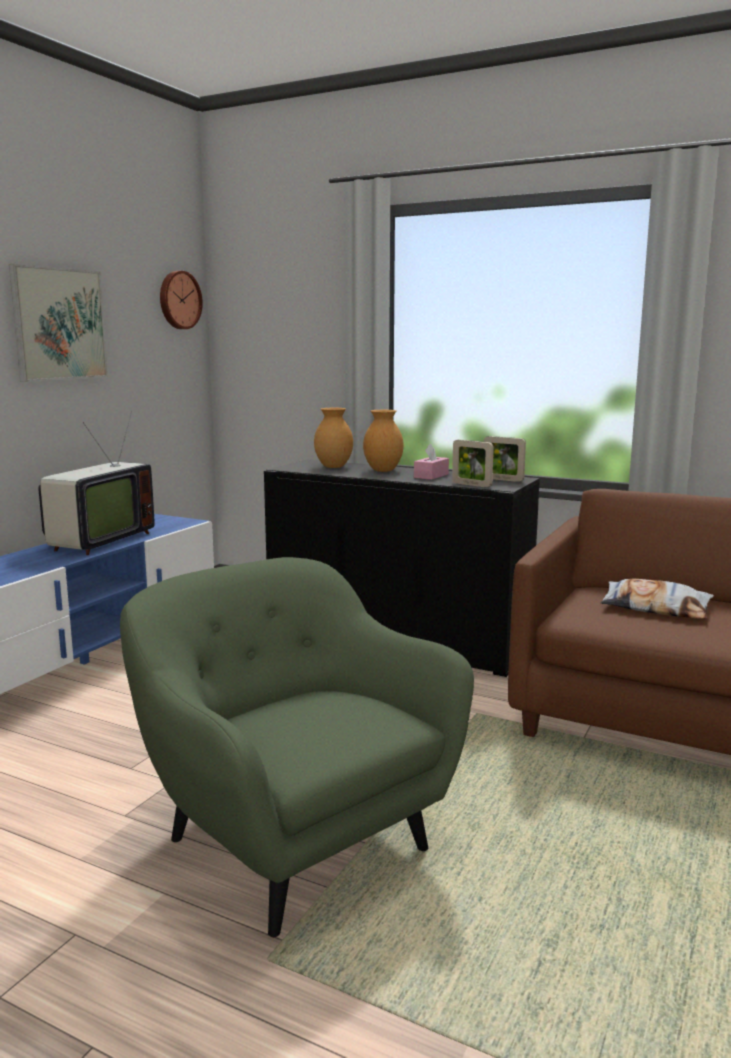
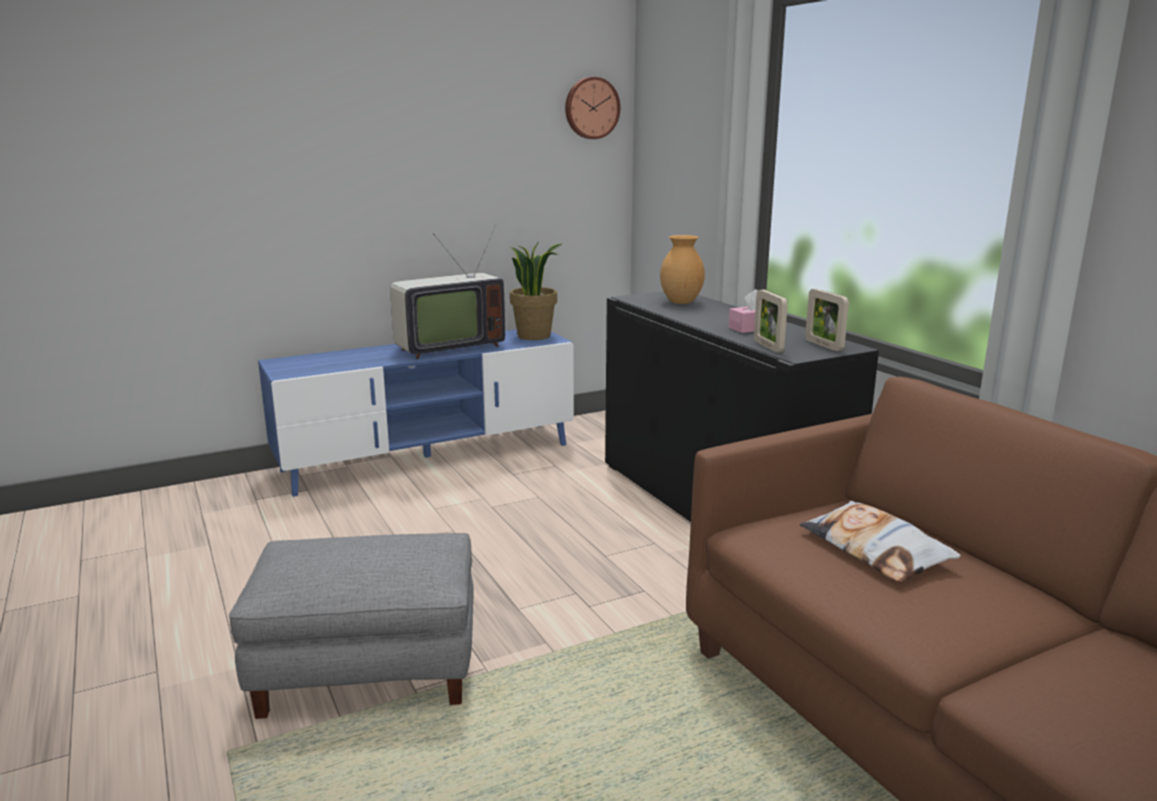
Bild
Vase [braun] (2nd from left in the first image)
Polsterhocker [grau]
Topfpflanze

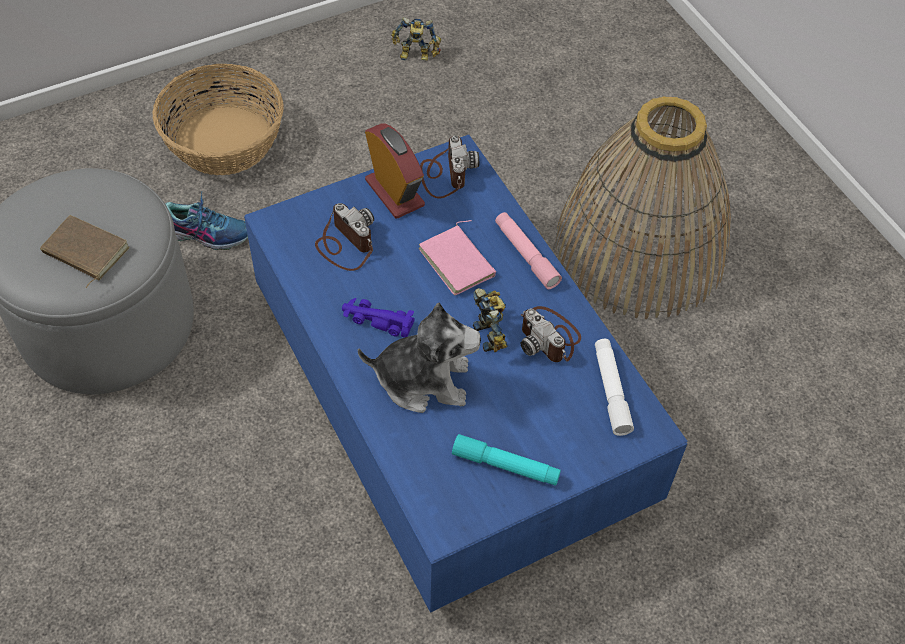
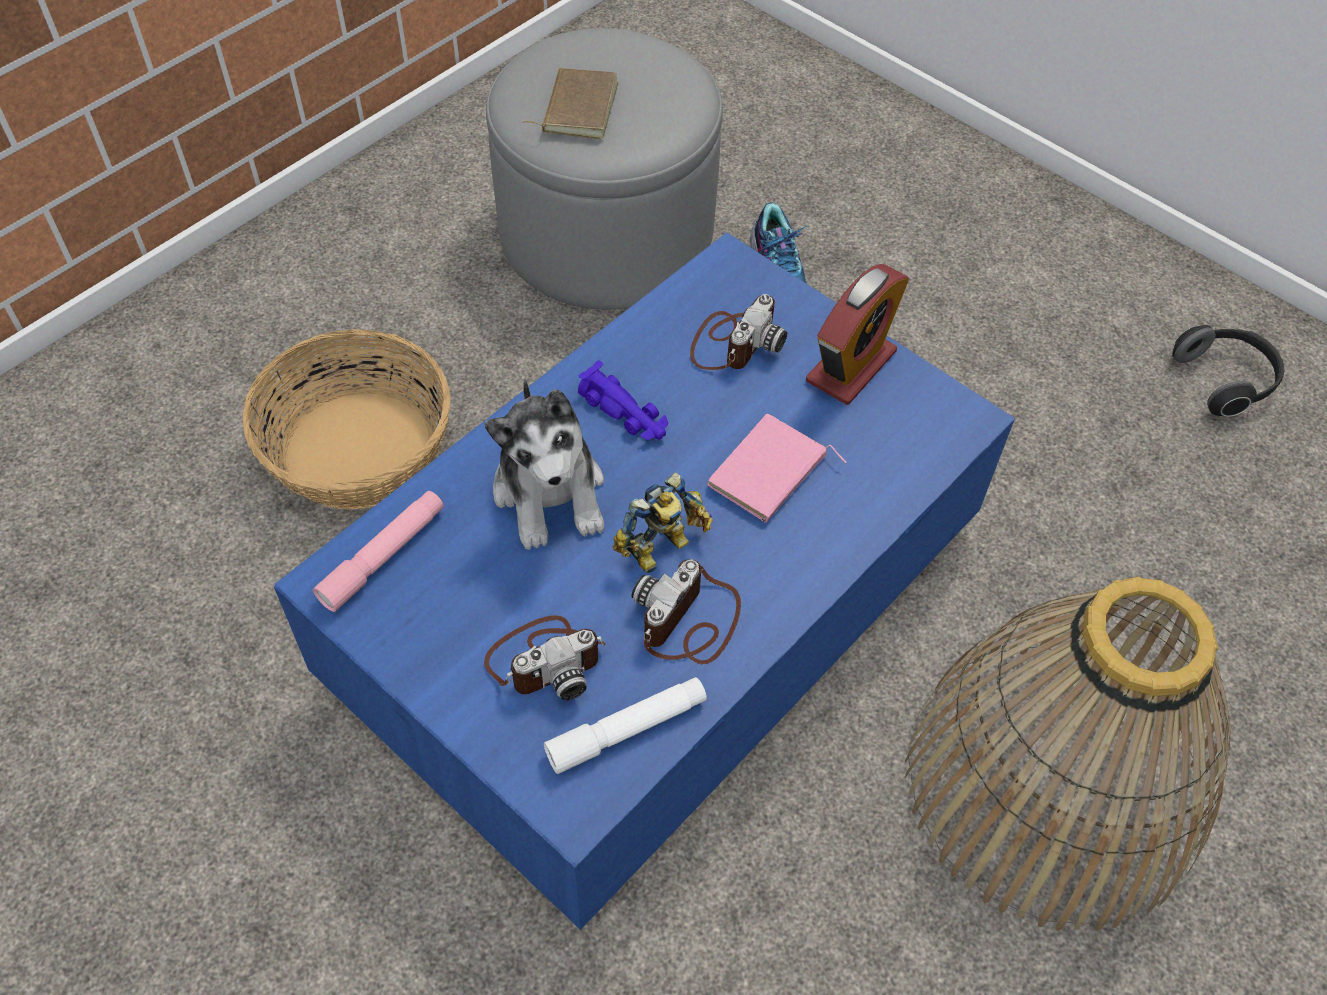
Kopfhörer
Korb (1st from left)
Kamera (1st from left)
Taschenlampe [rosa]
Spielzeugauto [lila]
Taschenlampe [türkis]

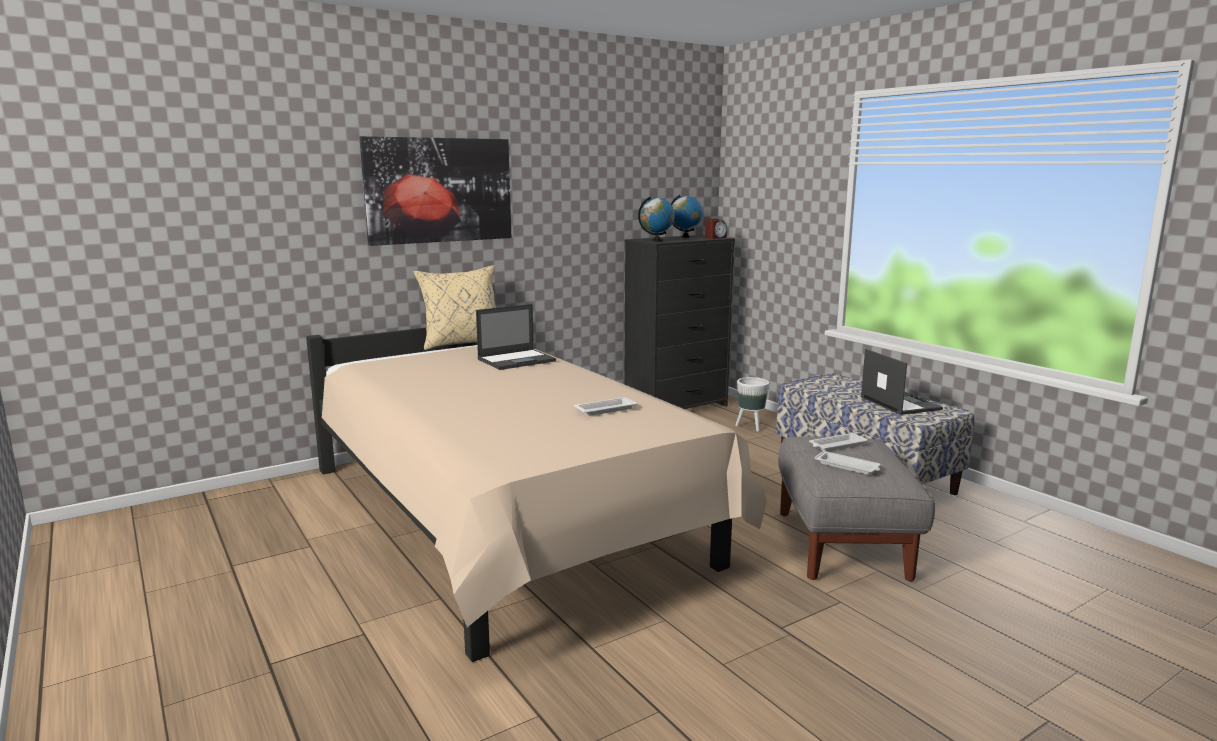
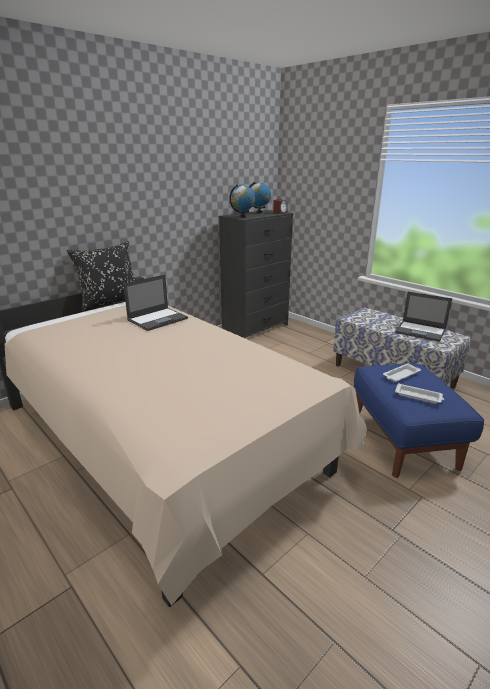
Bild
Kissen [schwarz]
Laptop (2nd from left)
Pflanzkübel [weiß]
Tablett [weiß] (1st from left in the first image)
Polsterhocker [blau]

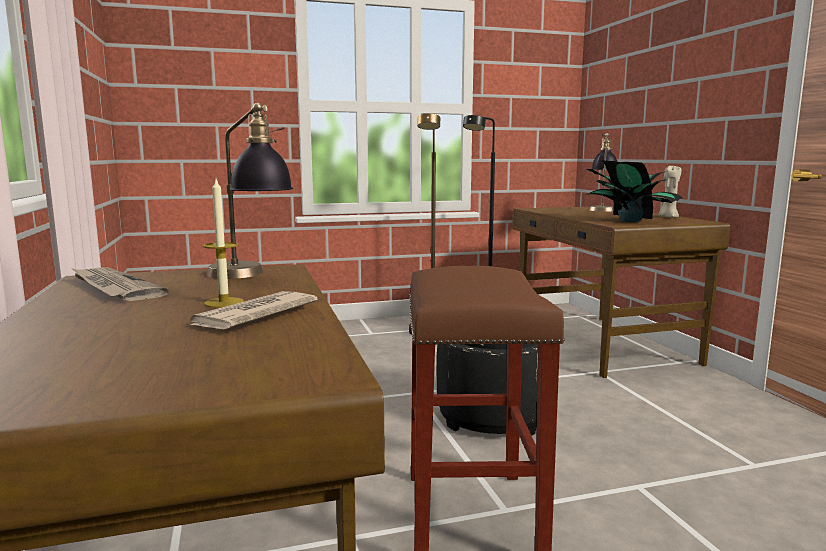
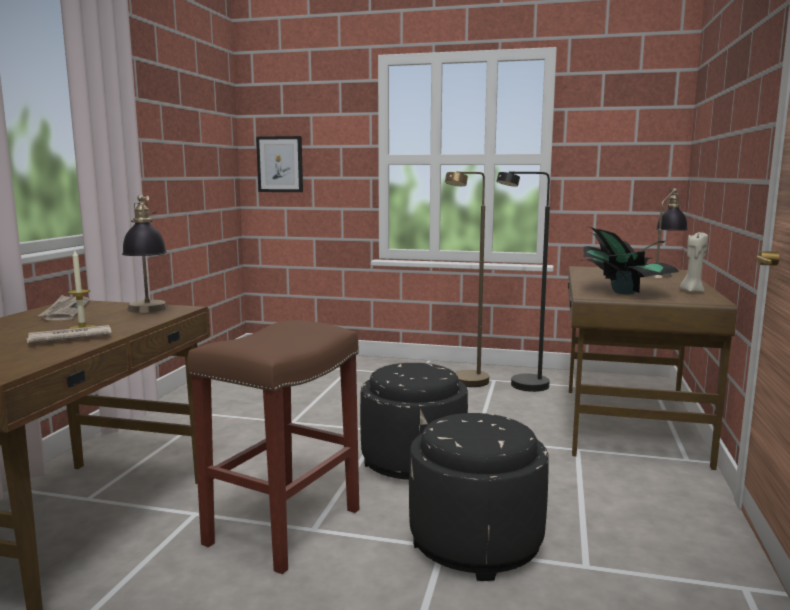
Bild
Polsterhocker [schwarz] (2nd from left)

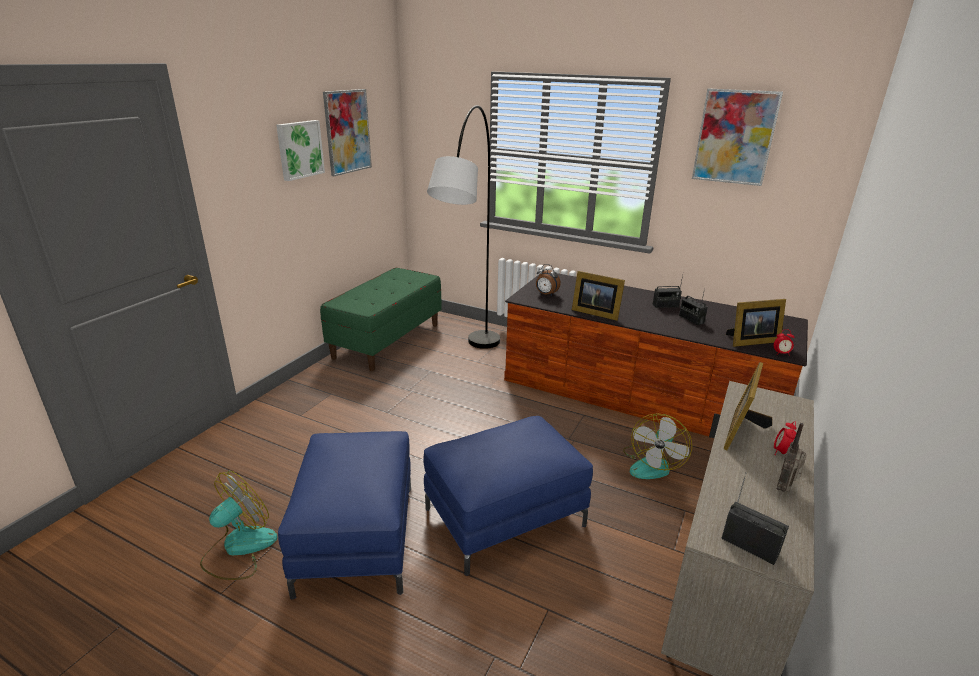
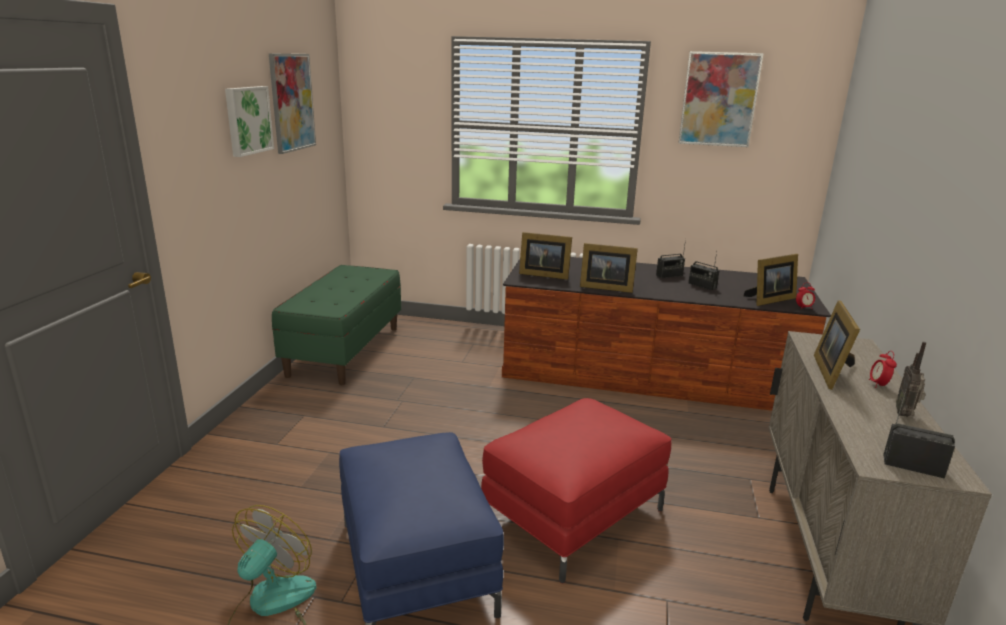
Stehlampe [grau]
Bilderrahmen (1st from left)
Ventilator (2nd from left in the first image)
Polsterhocker [rot]

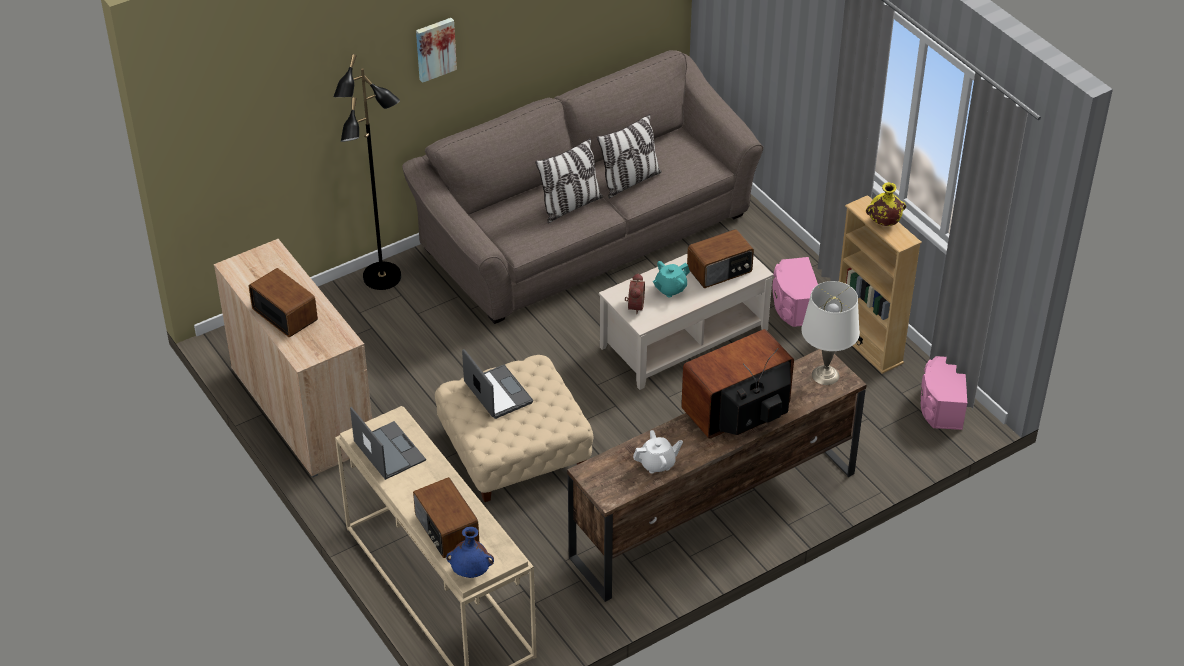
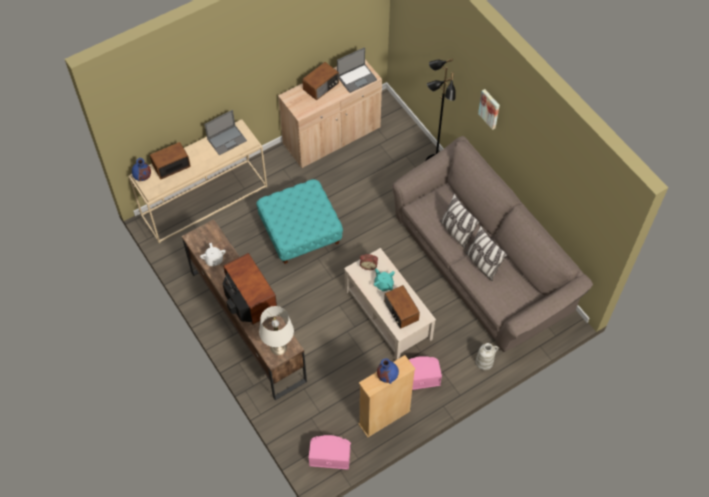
Vase [blau] (2nd from left)
Laptop (2nd from left)
Polsterhocker [türkis]
Vase [weiß]

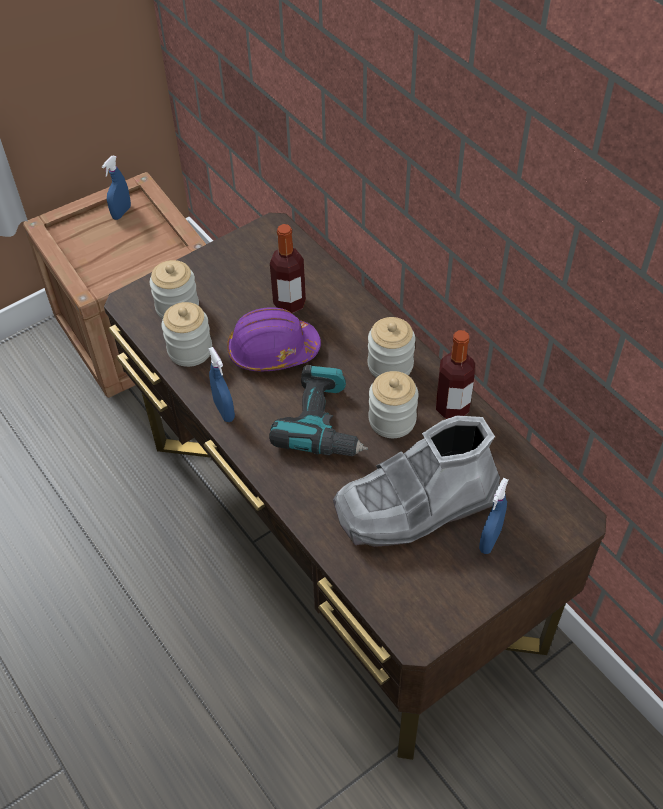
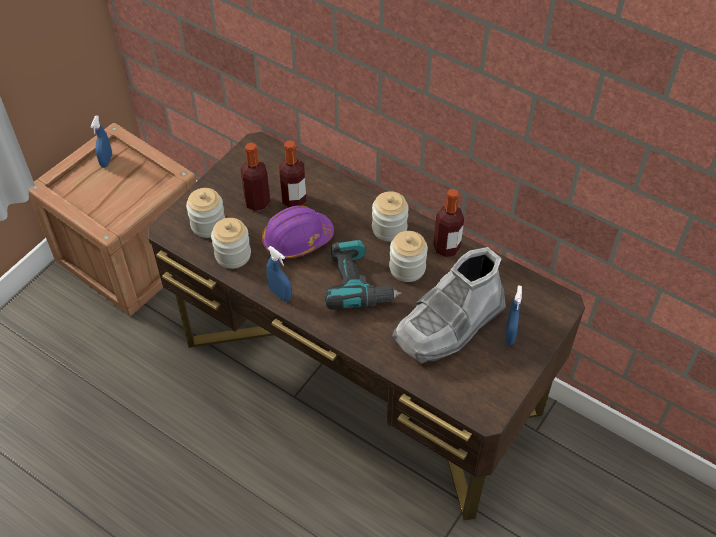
Flasche (1st from left)

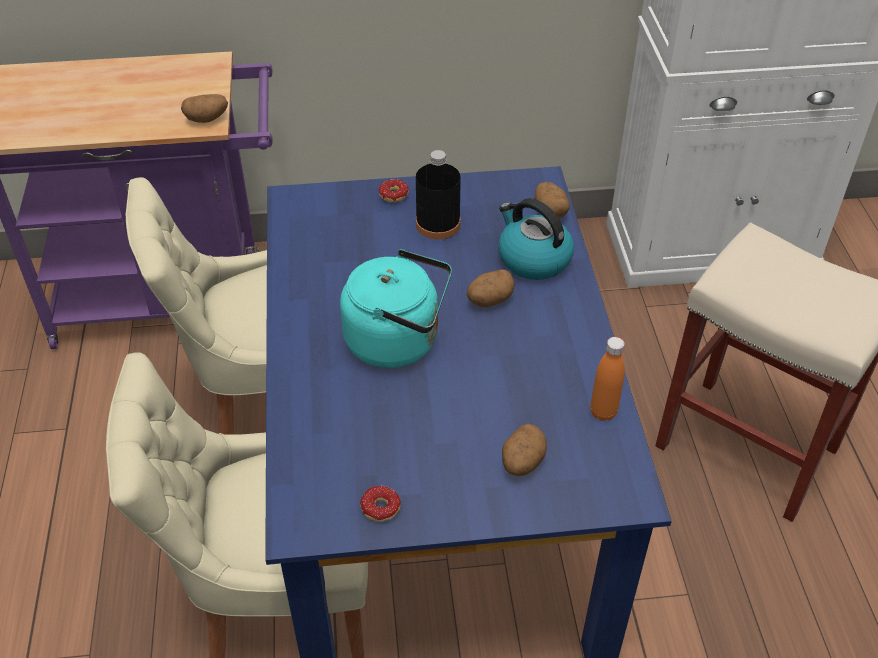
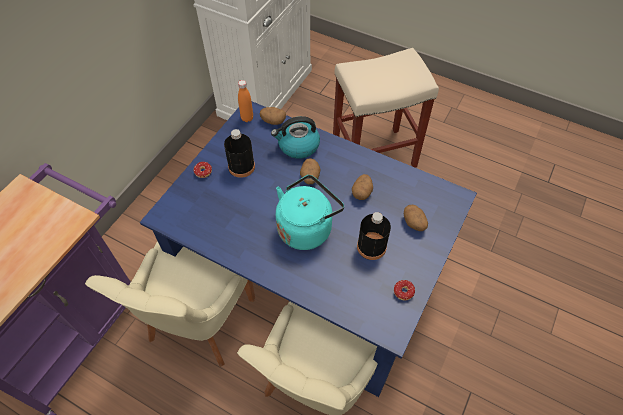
Kartoffel (3rd from left)
Flasche [orange]
Flasche [schwarz] (2nd from left)

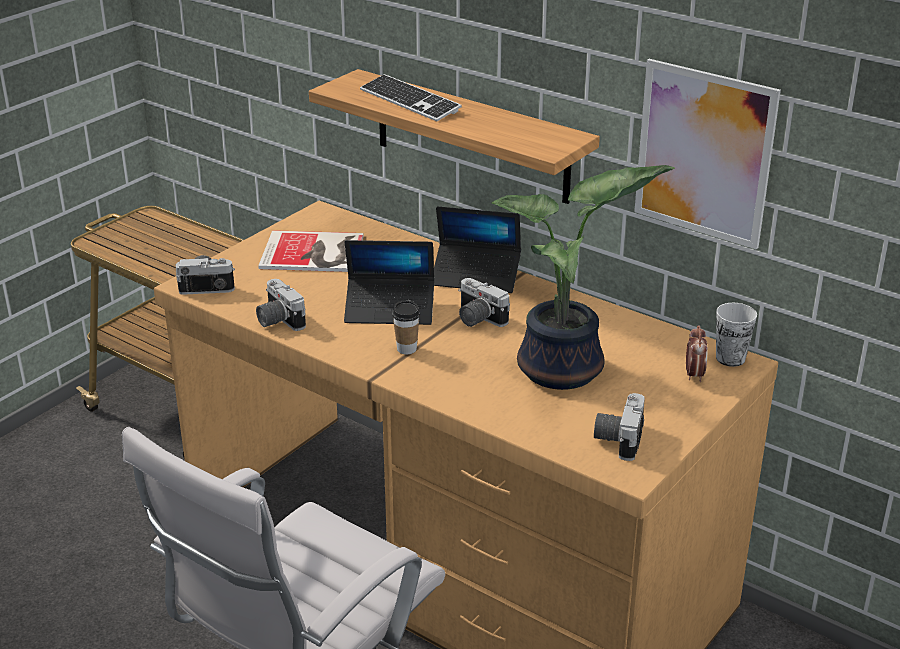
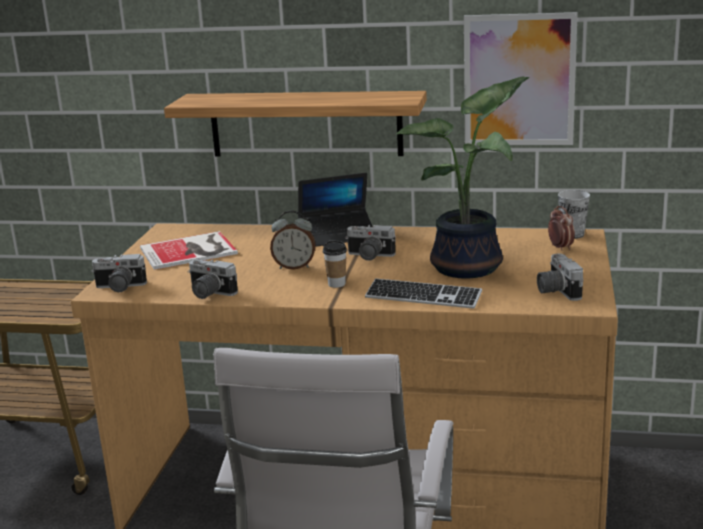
Tastatur
Wecker (1st from left)
Kamera (1st from left)

